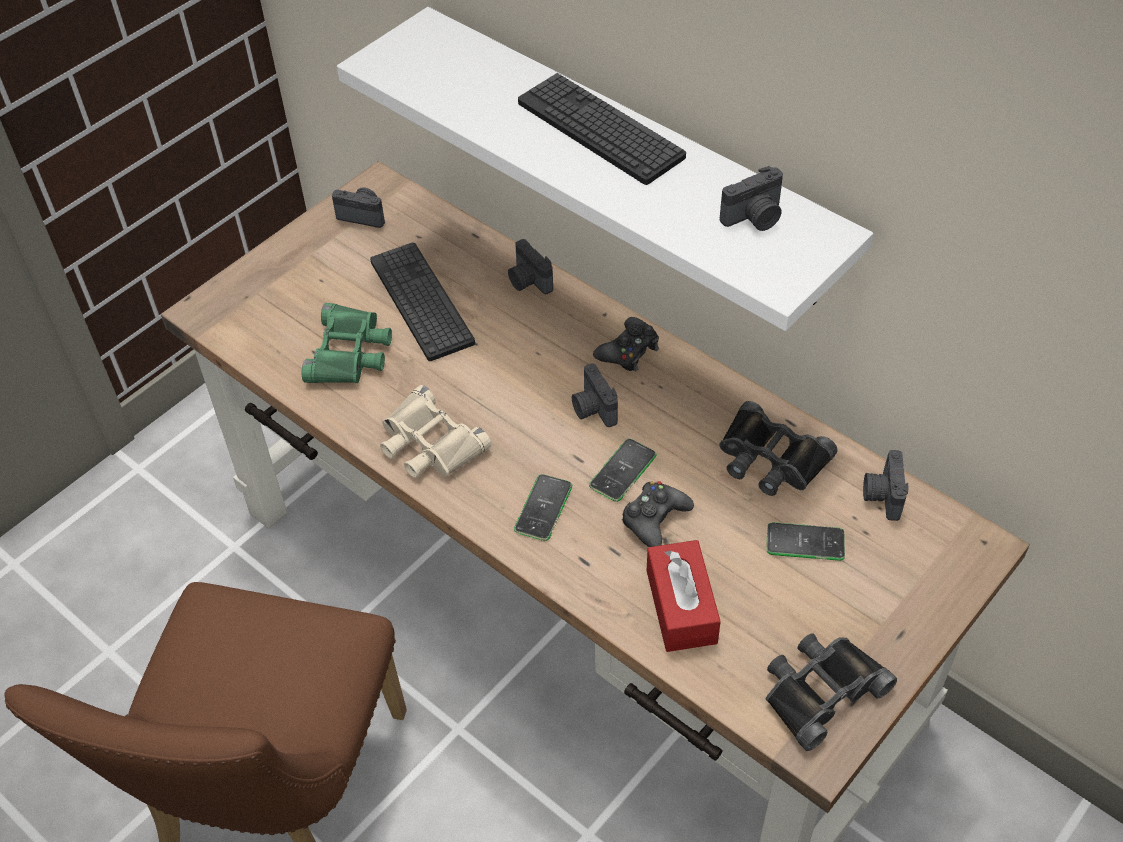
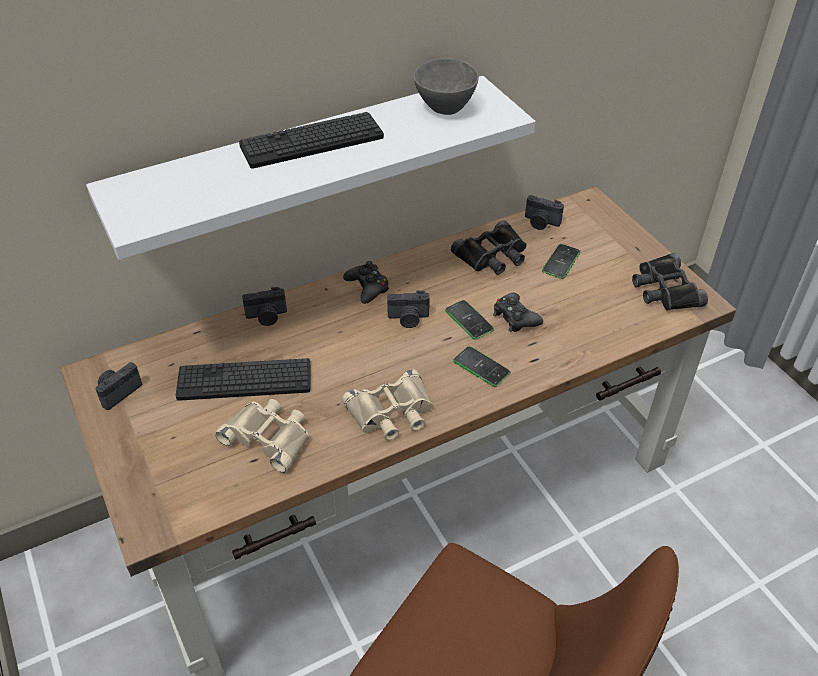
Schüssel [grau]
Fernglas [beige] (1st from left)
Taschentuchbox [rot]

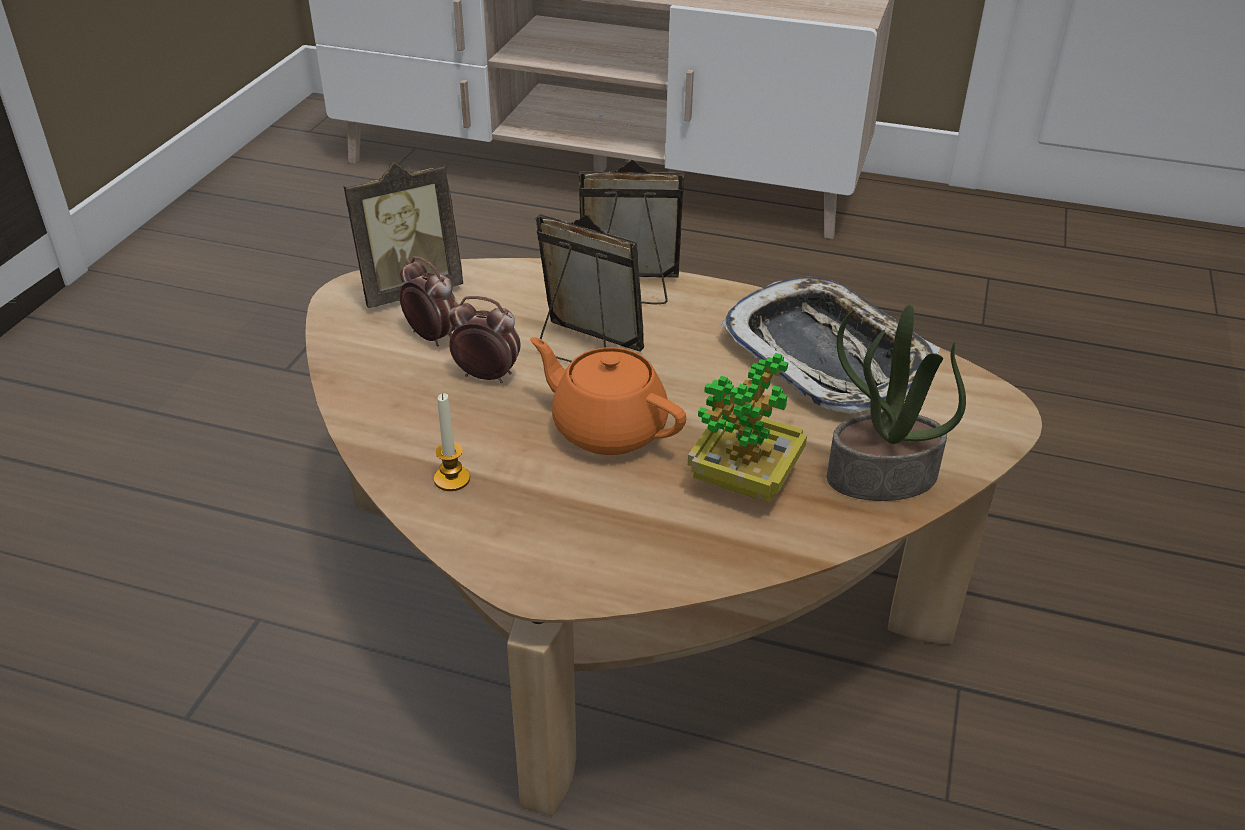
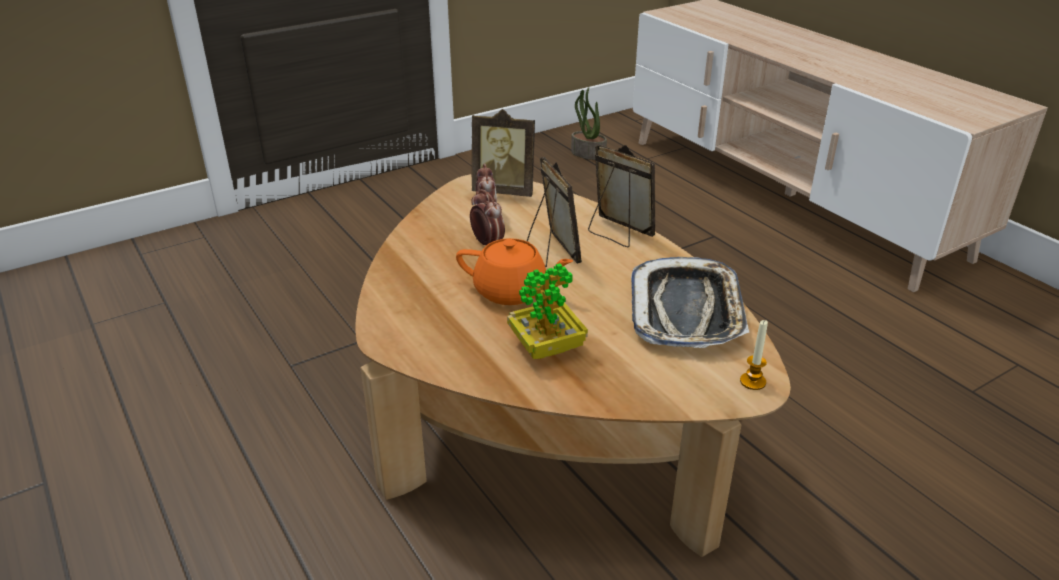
Topfpflanze (2nd from left)
Teekanne [orange]
Kerze

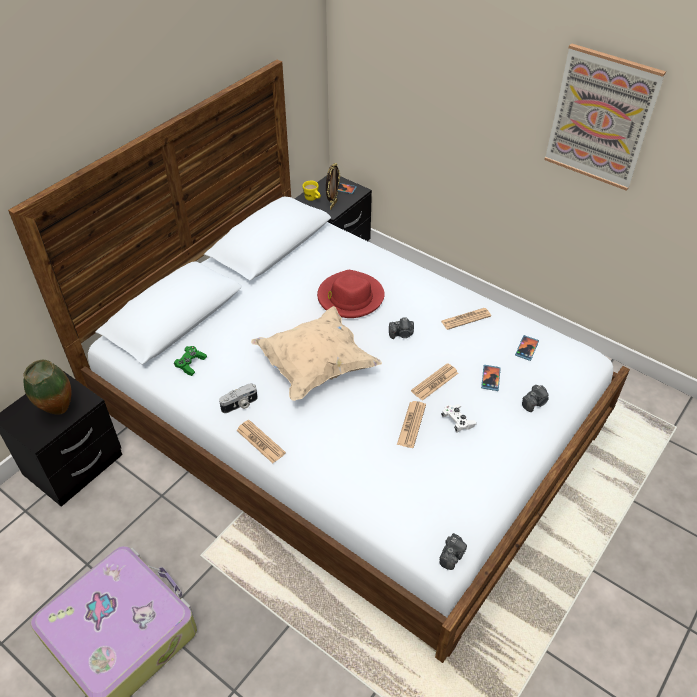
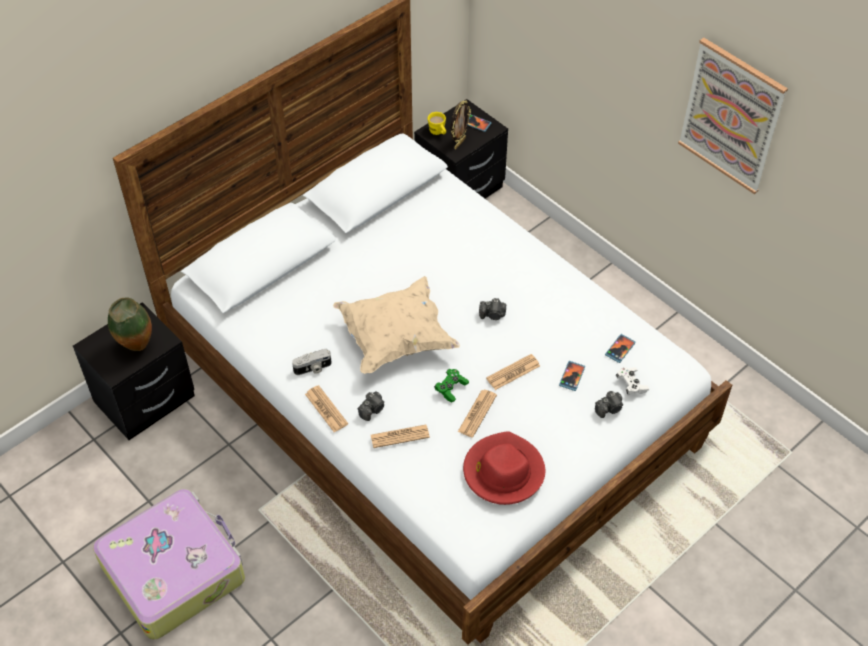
Hut [rot]
Zeitung (2nd from left)
Gamepad [grün]
Gamepad [weiß]
Kamera (2nd from left)

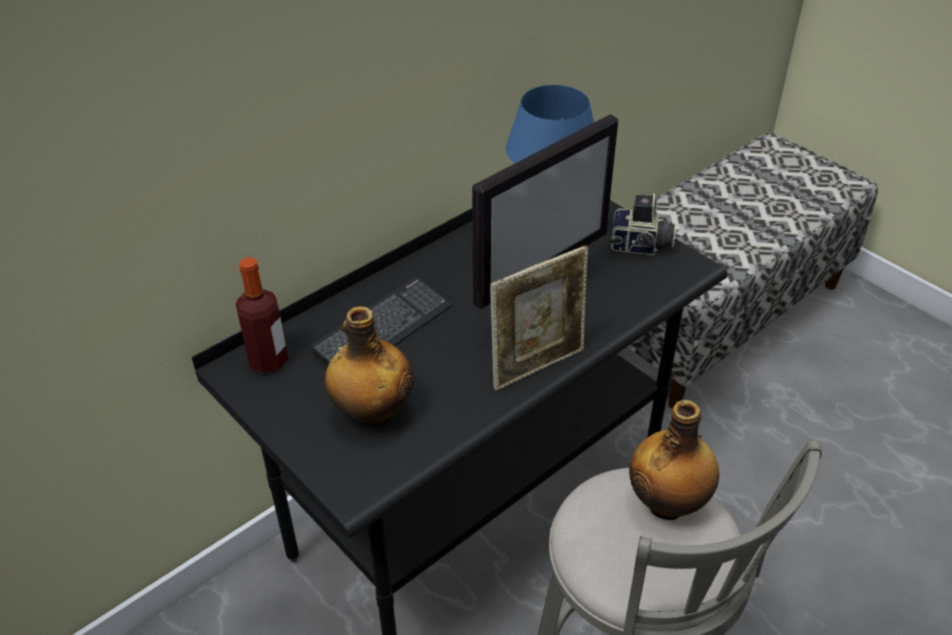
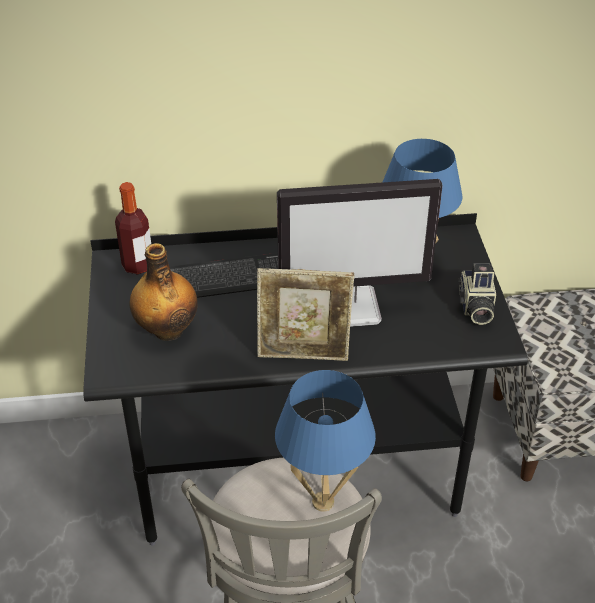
Kamera
Tischlampe [blau] (1st from left)

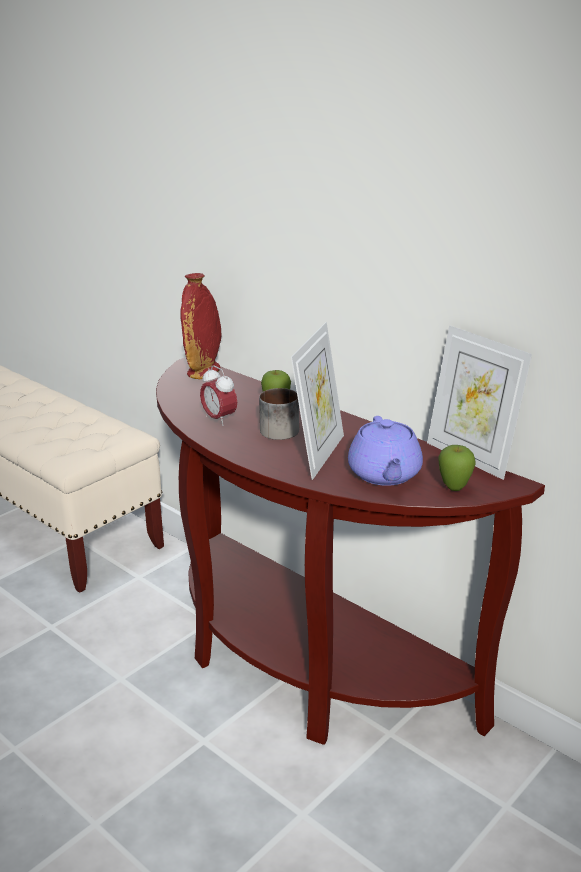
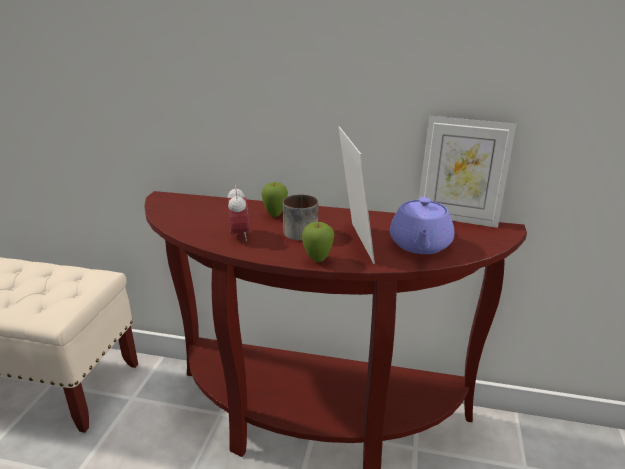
Vase [rot]
Wecker
Teekanne [lila]
Apfel (2nd from left)

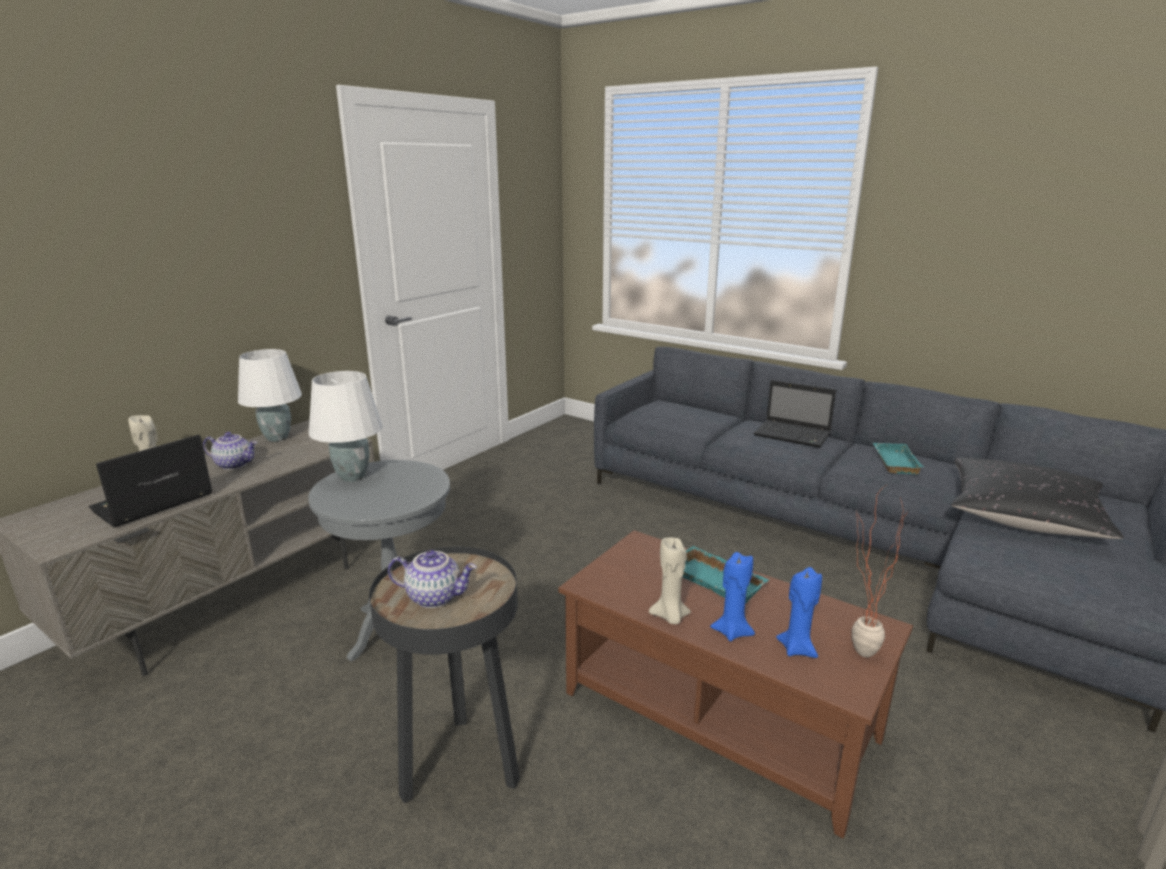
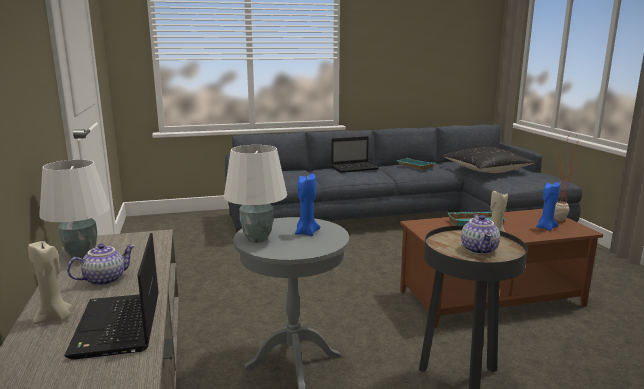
Teekanne (2nd from left)
Kerze [blau] (1st from left)

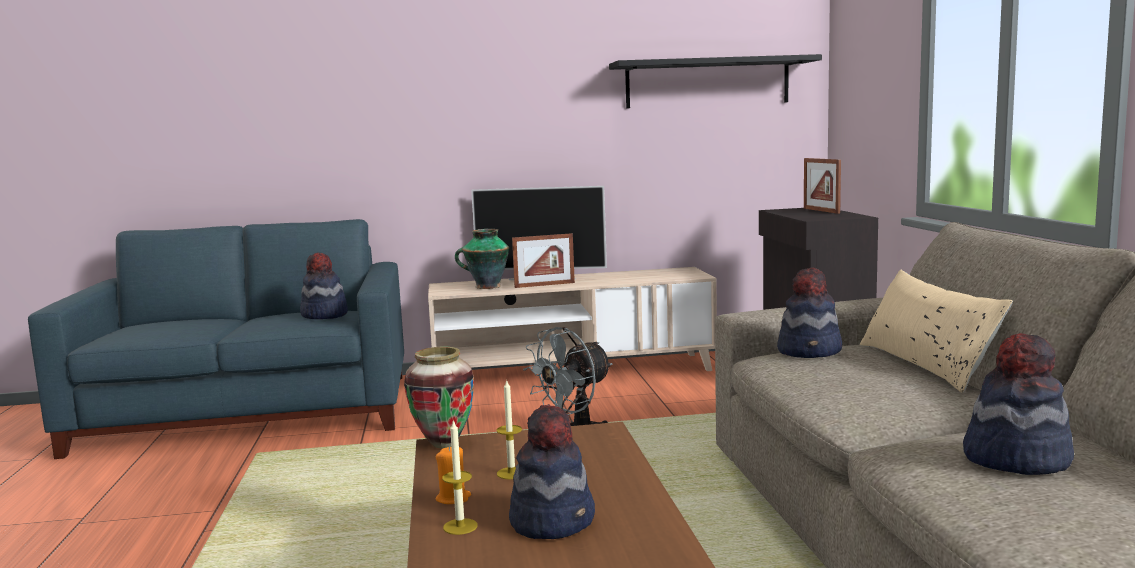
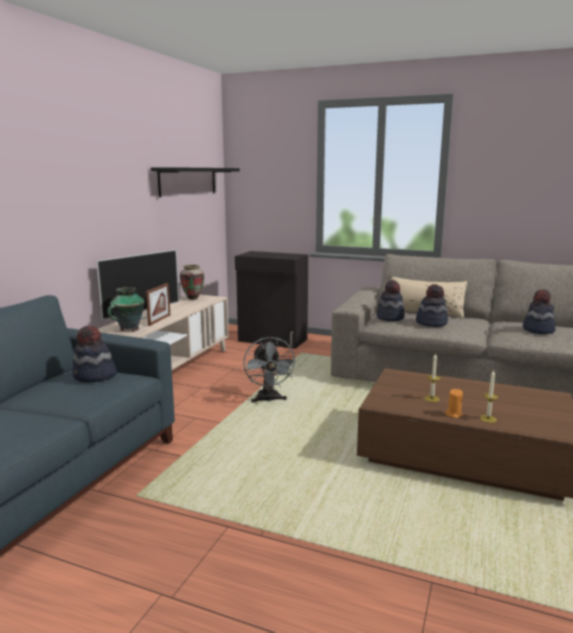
Bilderrahmen (2nd from left in the first image)
Vase (2nd from left)
Hut (3rd from left)

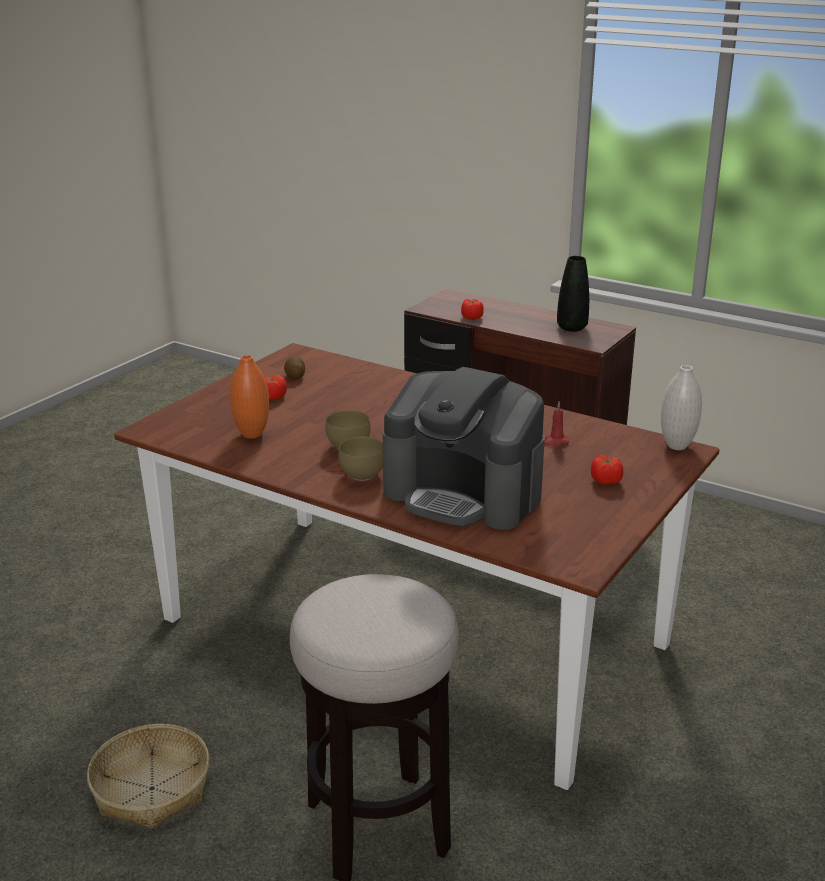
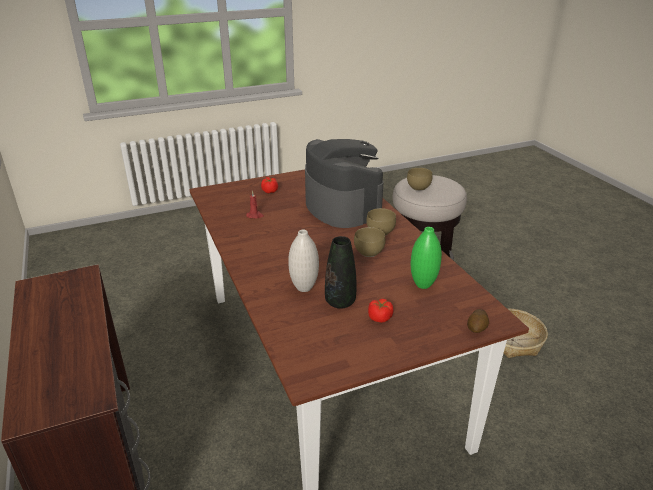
Vase [schwarz]
Tomate (2nd from left in the first image)
Vase [grün]
Kartoffel
Vase [weiß]
Schüssel [braun] (3rd from left)

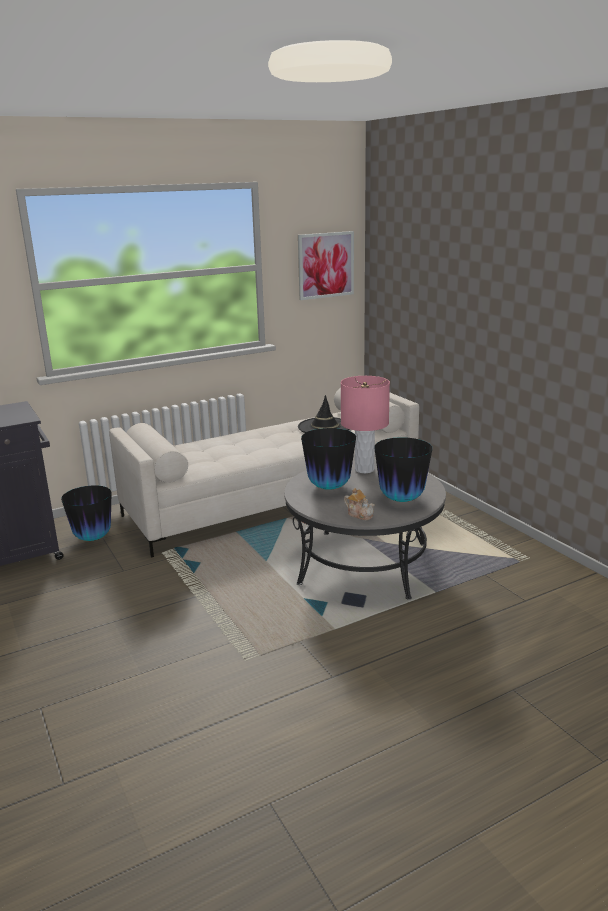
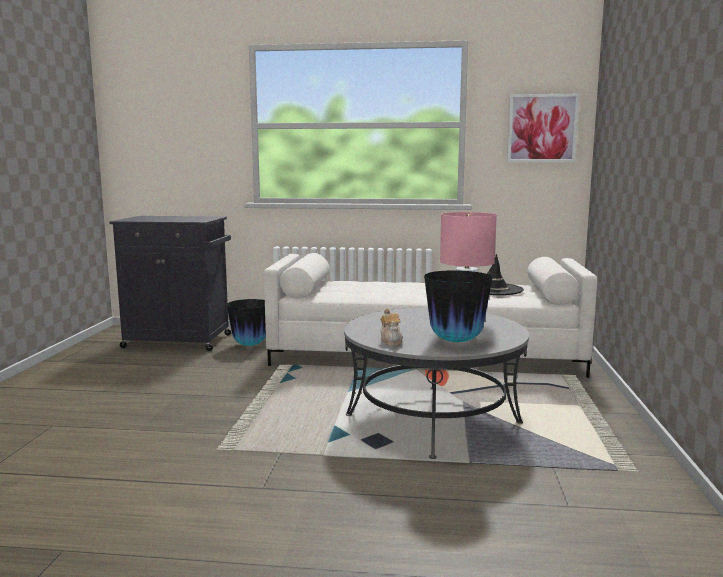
Vase (2nd from left in the first image)

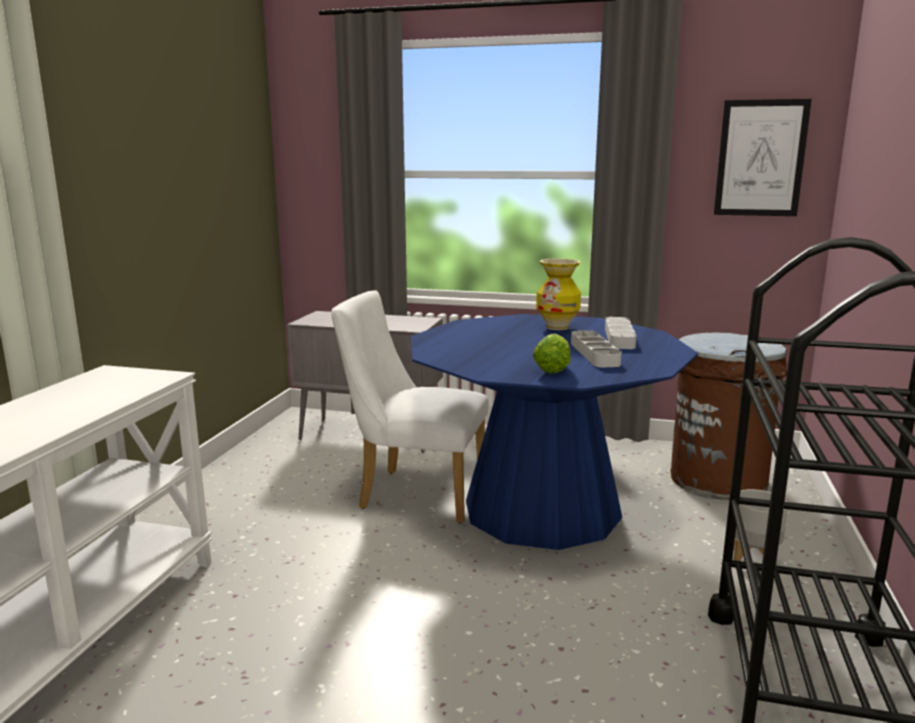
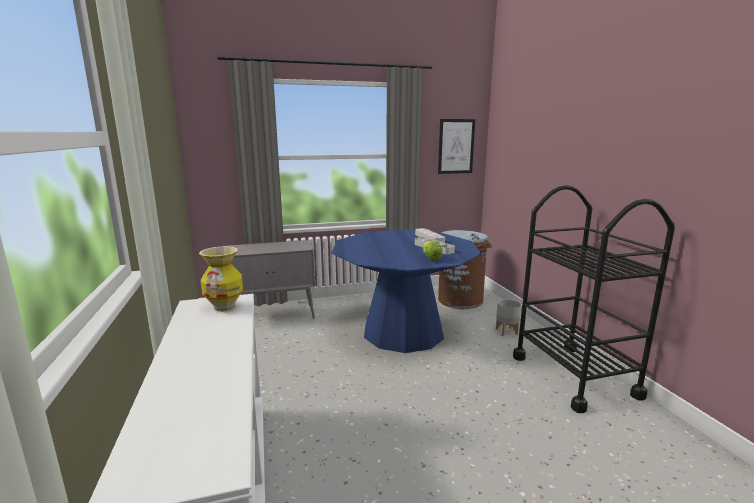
Vase
Stuhl [weiß]

